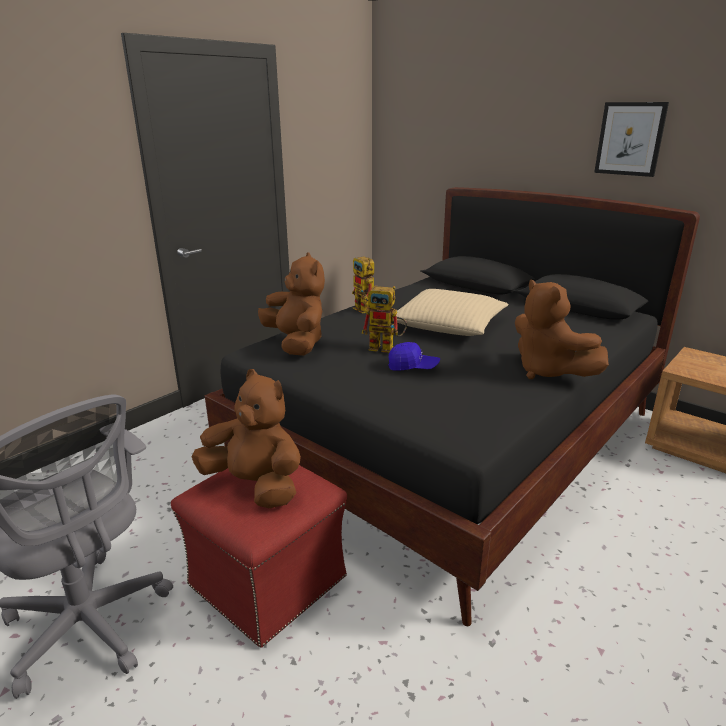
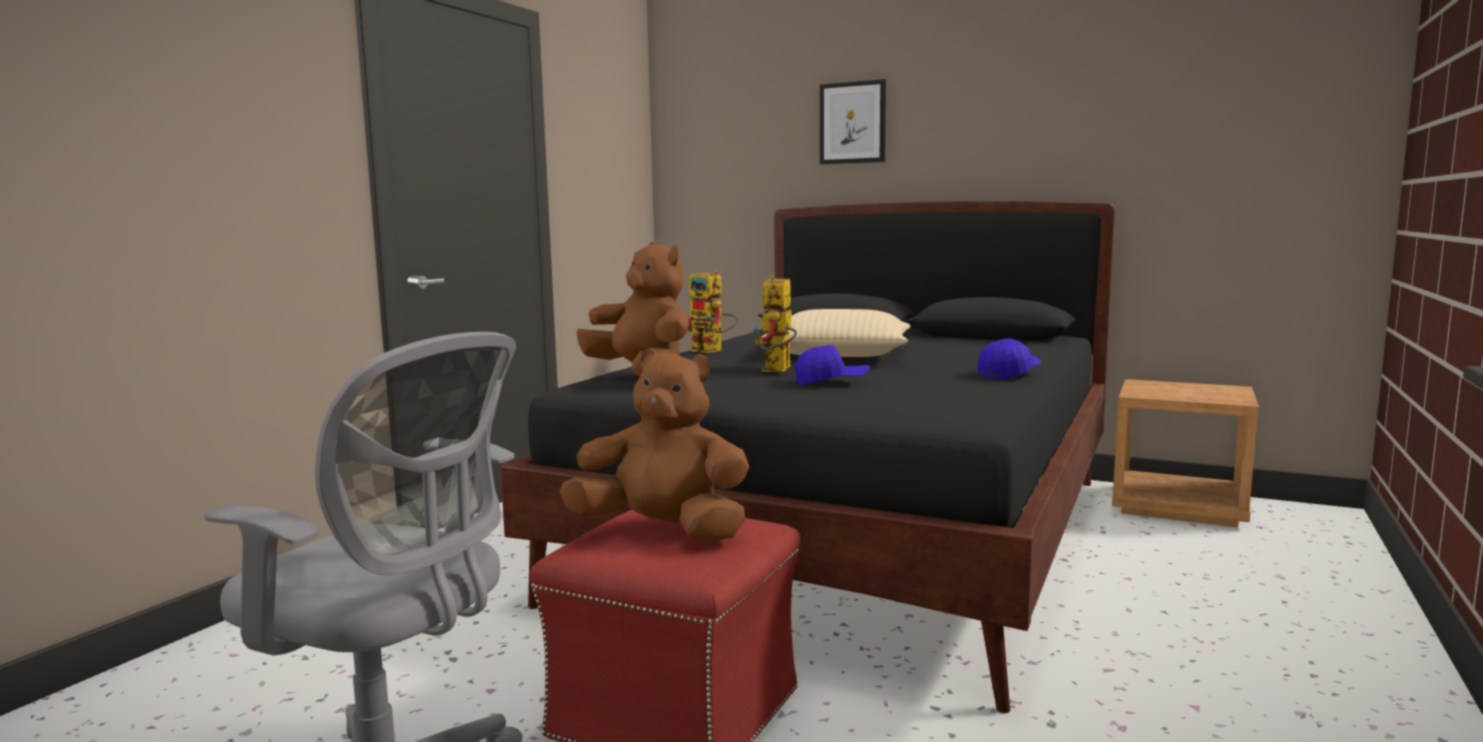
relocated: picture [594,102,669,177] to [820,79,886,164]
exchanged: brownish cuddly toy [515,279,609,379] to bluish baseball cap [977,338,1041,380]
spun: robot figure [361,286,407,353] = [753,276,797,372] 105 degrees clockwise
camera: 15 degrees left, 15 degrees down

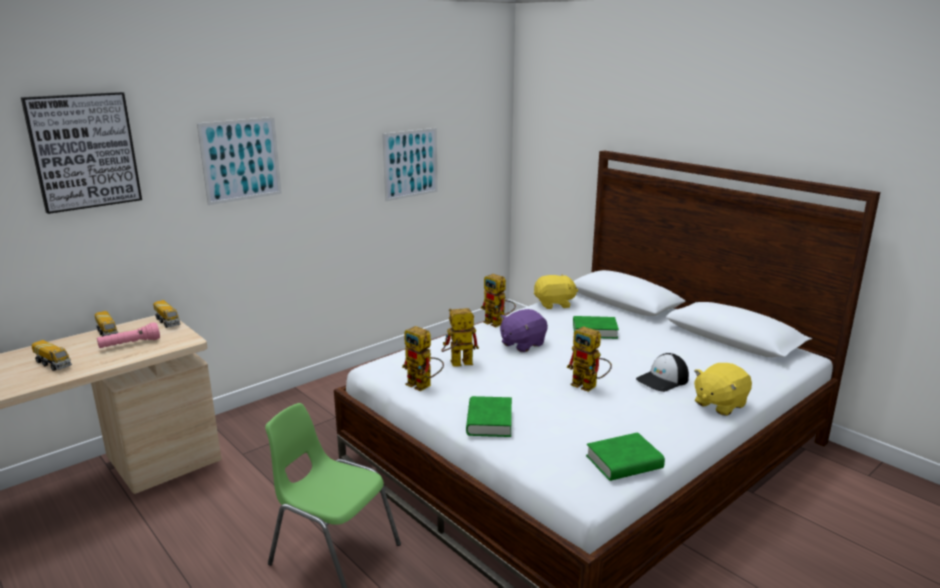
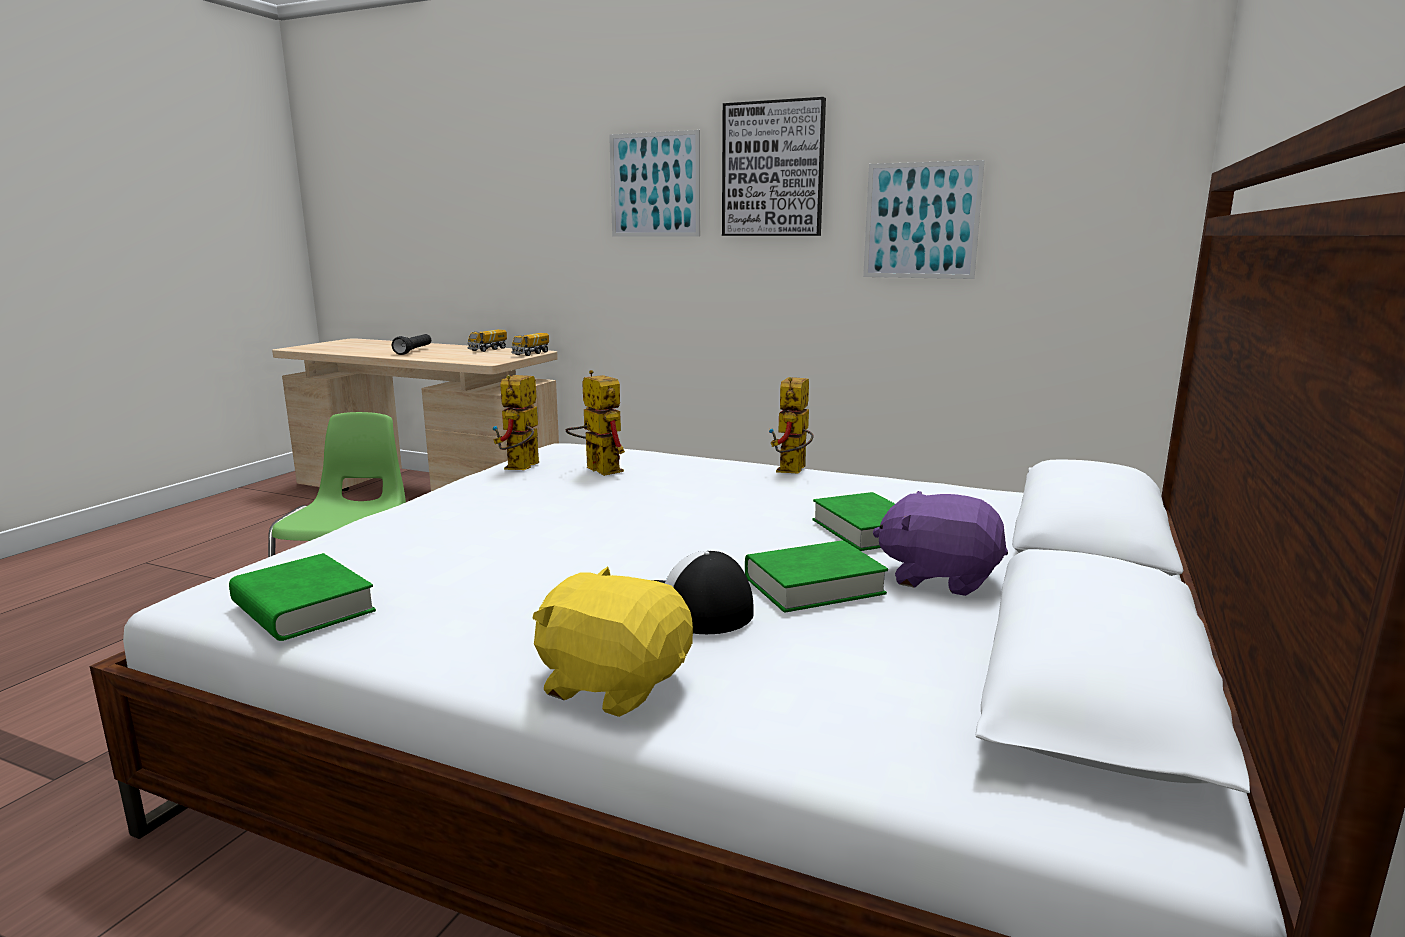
missing: yellowish cuddly toy [534,274,578,309]; pink hand torch [97,322,160,348]; robot figure [567,326,612,392]
relocated: picture [21,92,142,214] to [722,97,826,236]; purple-coloured cuddly toy [500,309,548,352] to [873,491,1008,596]; green book [466,396,512,437] to [745,540,888,613]
exchanged: toy lorry [31,340,72,371] to blackish hand torch [392,334,431,355]
camera: 65 degrees right, 5 degrees down

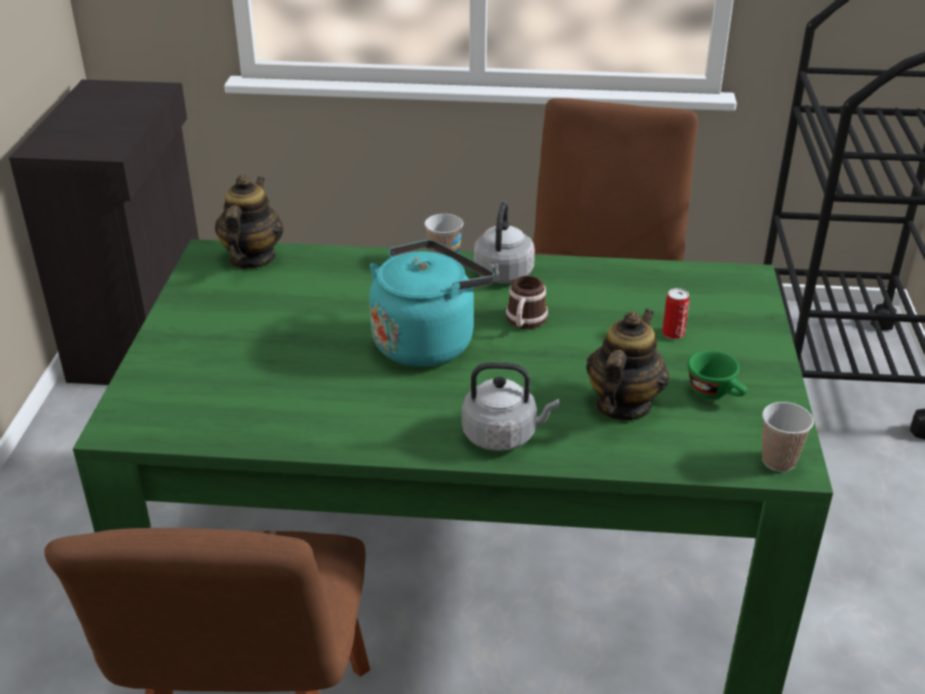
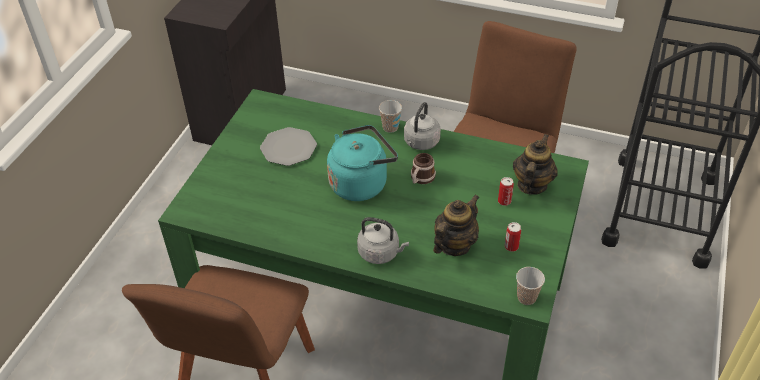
appeared: plate [260,127,317,166]
relocated: pot for tea [215,174,284,269] to [513,134,558,195]
exchanged: green cup [688,350,748,399] to metal can [505,222,521,252]
camera: 15 degrees right, 10 degrees up

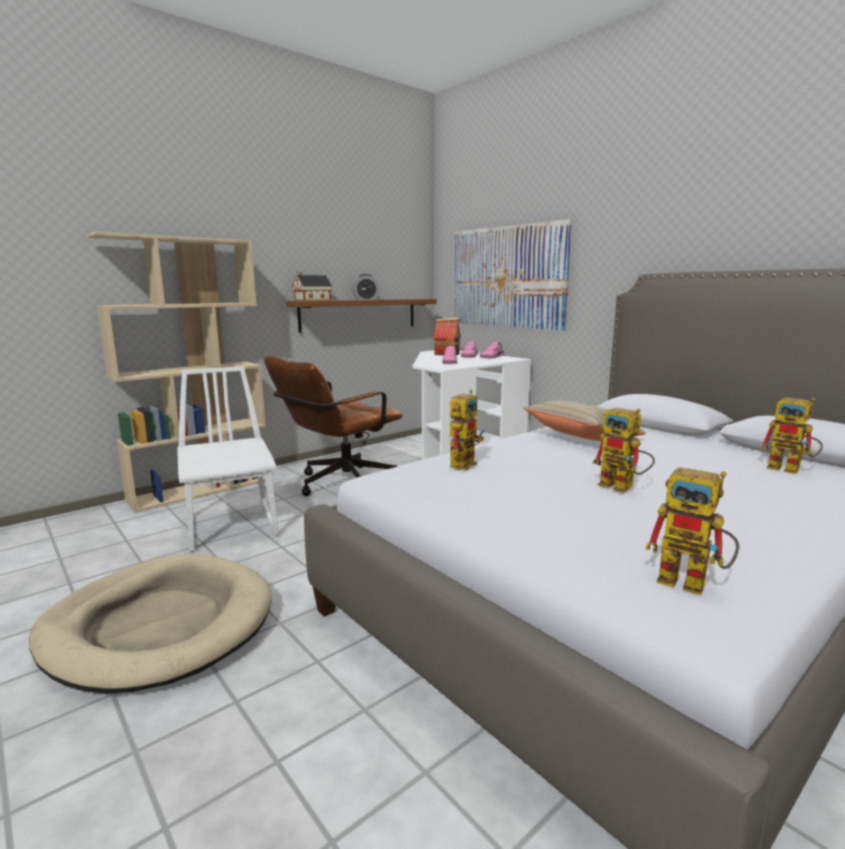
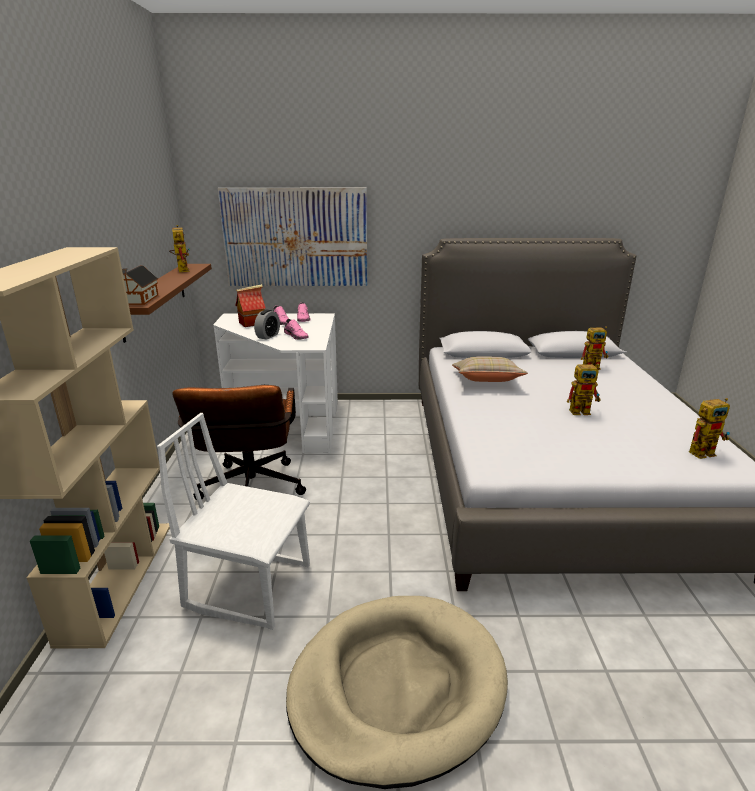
relocated: bedside clock [352,274,380,300] to [254,310,280,340]; robot figure [450,390,485,470] to [169,225,190,272]
camera: 50 degrees left, 10 degrees up

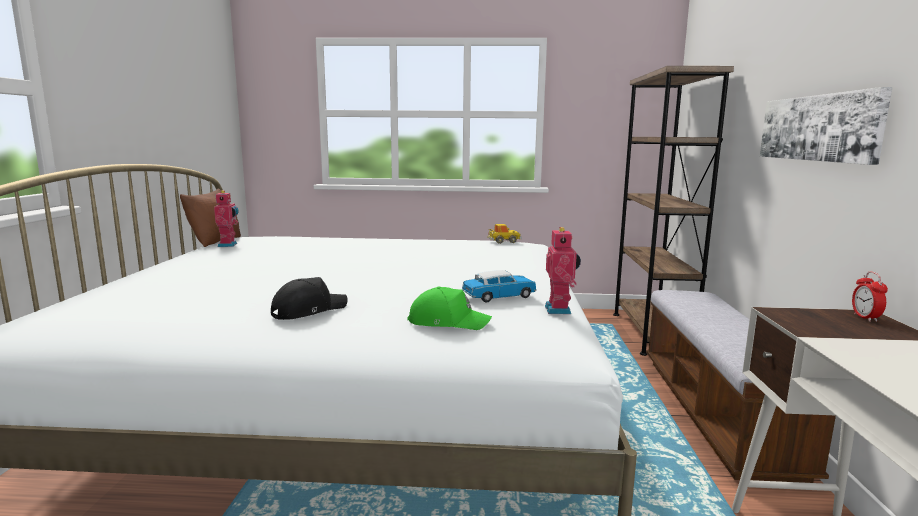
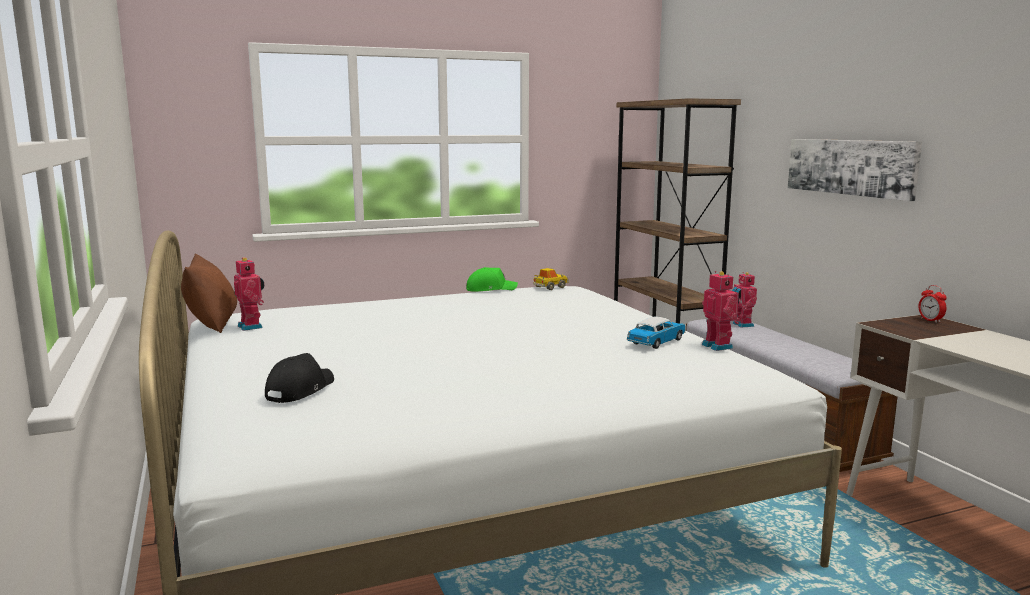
appeared: robot figure [732,272,757,328]
relocated: blackish baseball cap [271,277,348,320] to [265,353,334,403]; green baseball cap [407,287,492,330] to [466,267,518,292]
camera: 25 degrees left, 0 degrees up

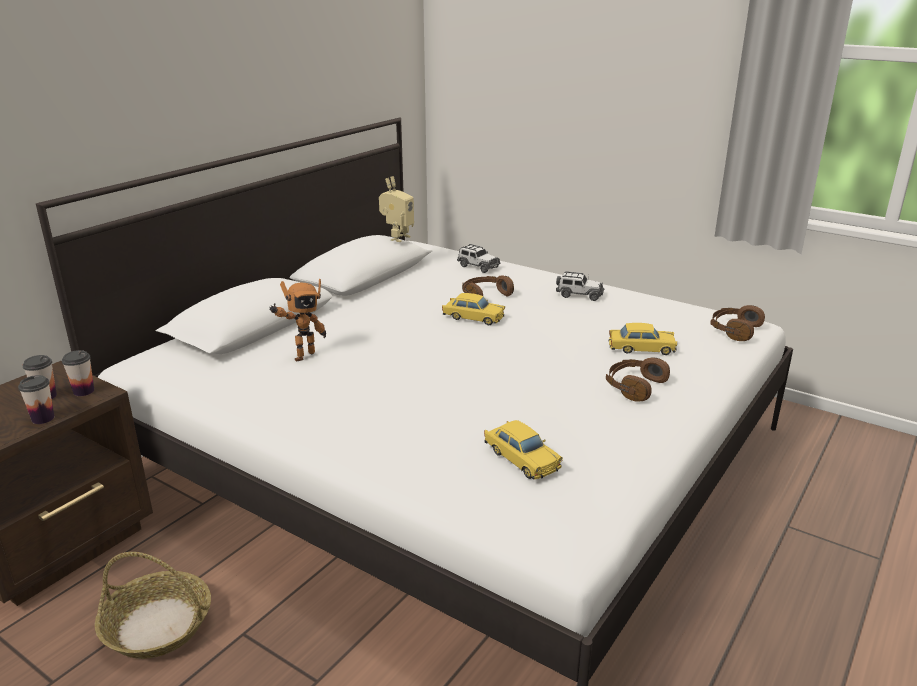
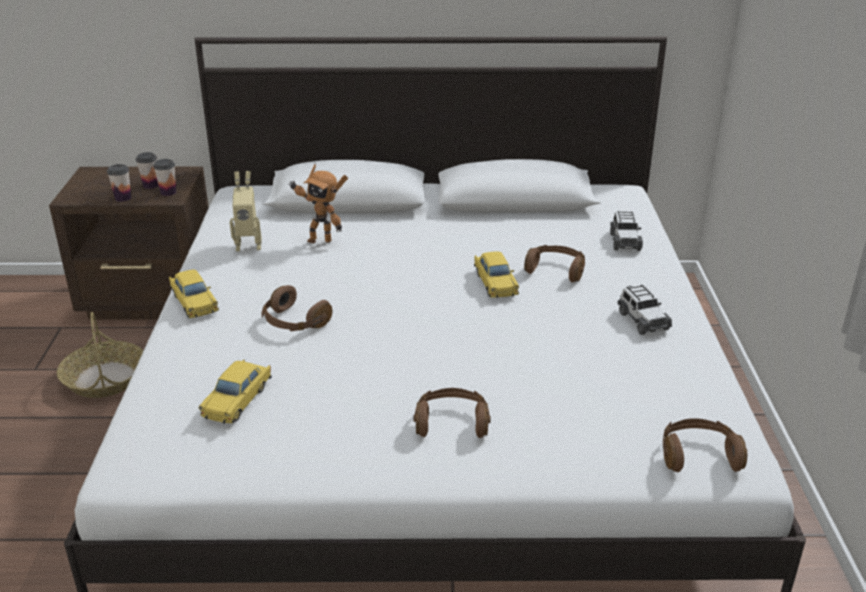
appeared: brownish pair of headphones [261,285,332,331]
relocated: robot figure [379,176,414,242] to [230,171,262,251]; yellowish miniature car [609,323,677,355] to [169,270,219,318]
camera: 55 degrees right, 5 degrees up

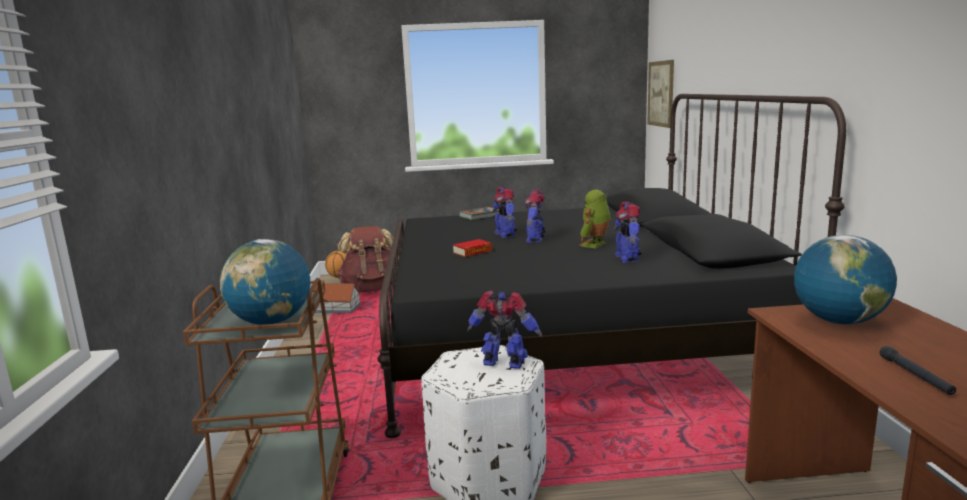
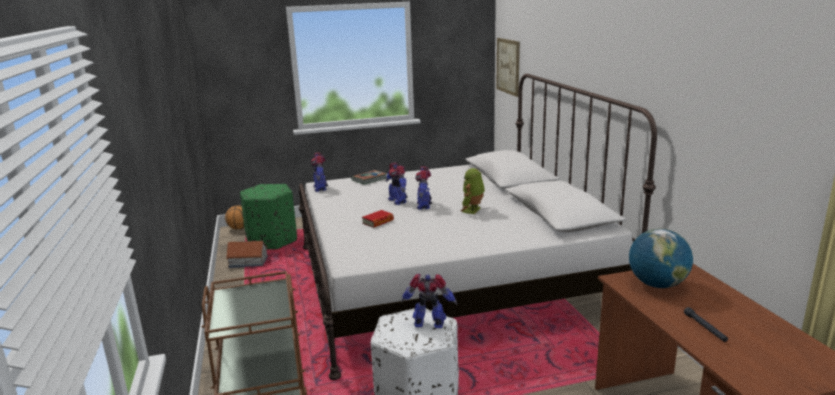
missing: globe [220,239,310,325]
relocated: robot figure [614,201,642,263] to [311,153,328,192]
exchanged: brownish rucksack [337,226,397,292] to green pouffe [240,184,297,249]
colour: blackish sleeping bed [378,94,846,438] to white-coloured sleeping bed [299,74,657,380]
camera: 10 degrees left, 5 degrees up

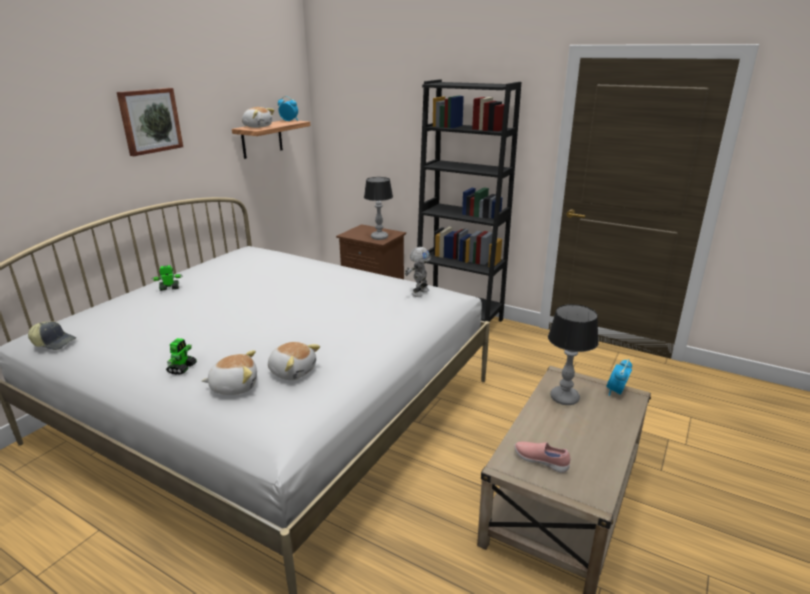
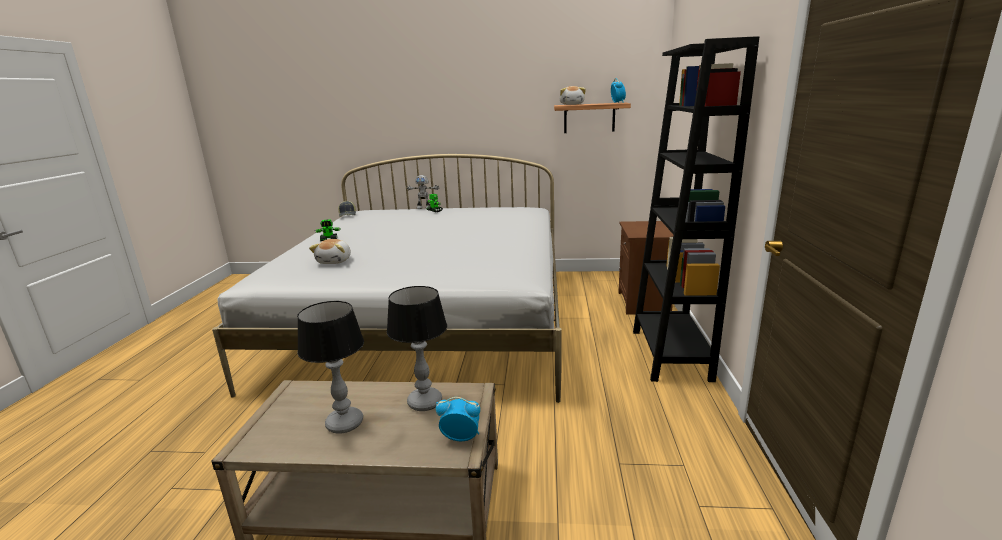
missing: picture [117,88,183,156]; cuddly toy [202,350,257,395]; pink item of footwear [514,442,571,473]
relocated: tabletop lamp [364,177,393,240] to [297,301,364,434]; robot figure [405,247,432,297] to [406,175,439,209]
camera: 65 degrees right, 5 degrees down

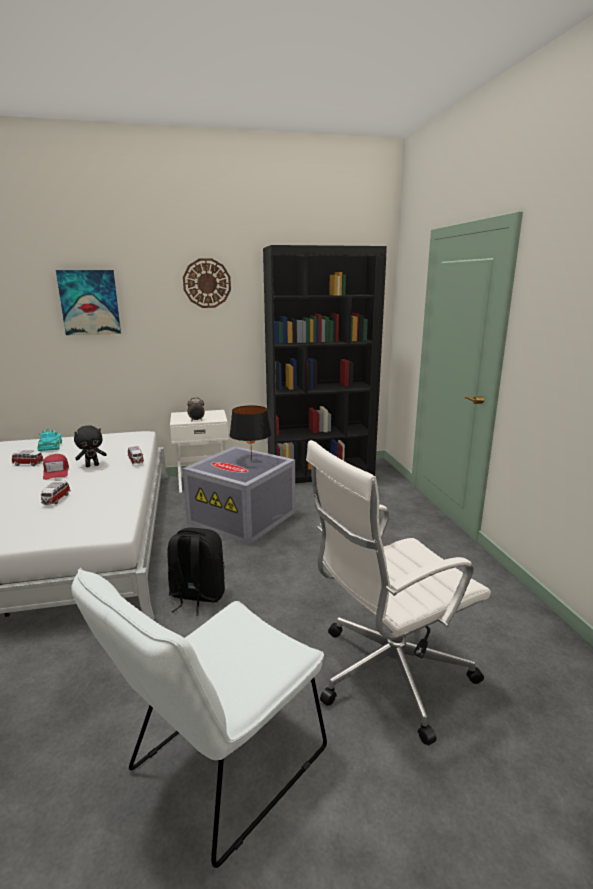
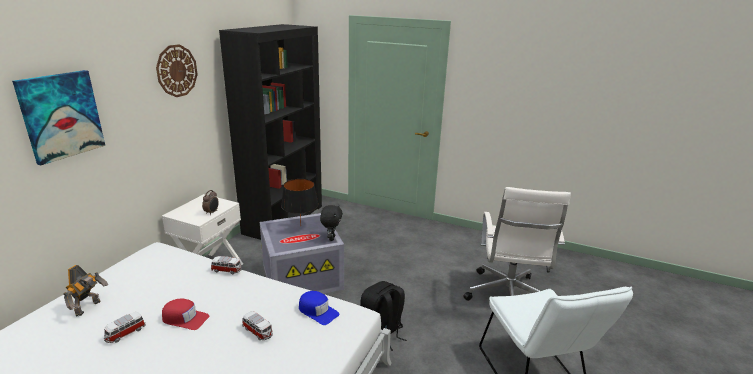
appeared: bluish baseball cap [299,291,340,325]
relocated: blackish cuddly toy [74,425,107,467] to [320,204,343,241]
exchanged: turquoise miniature car [37,429,62,451] to robot figure [63,265,108,316]
camera: 55 degrees left, 5 degrees up

